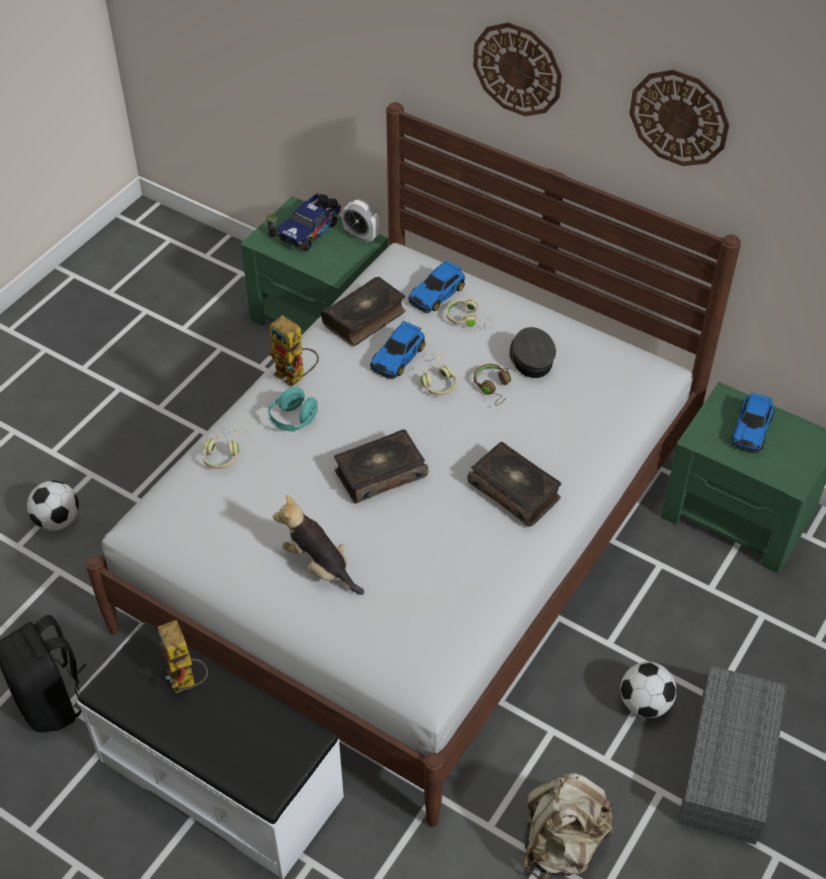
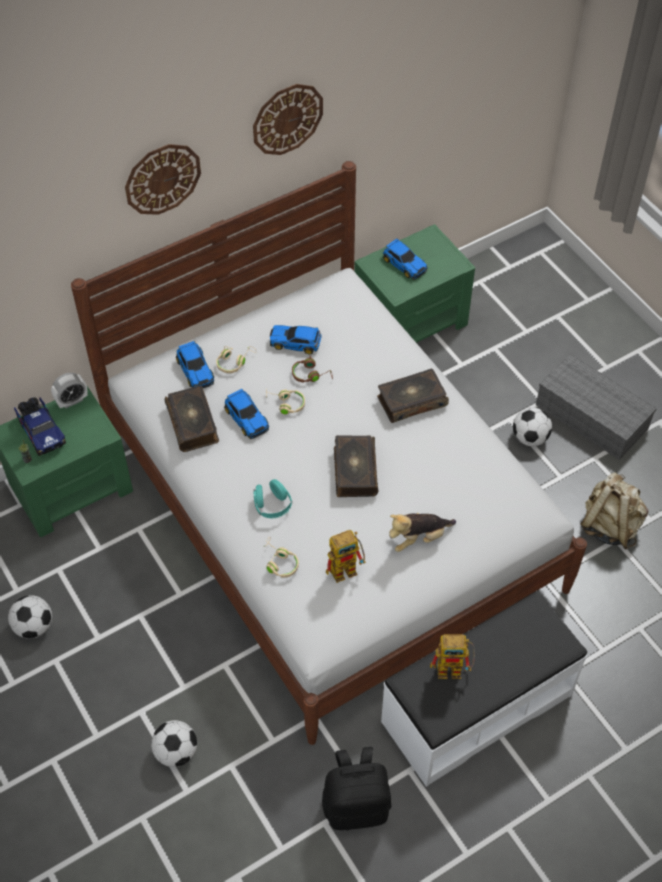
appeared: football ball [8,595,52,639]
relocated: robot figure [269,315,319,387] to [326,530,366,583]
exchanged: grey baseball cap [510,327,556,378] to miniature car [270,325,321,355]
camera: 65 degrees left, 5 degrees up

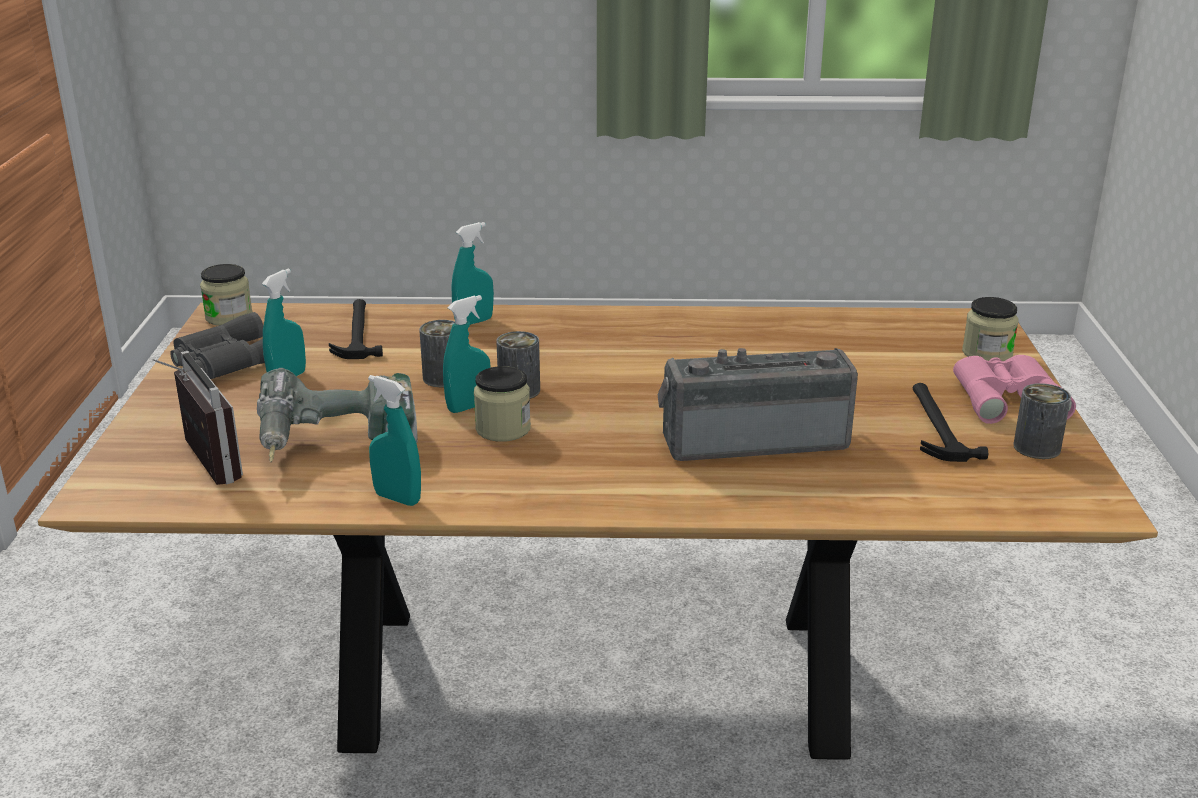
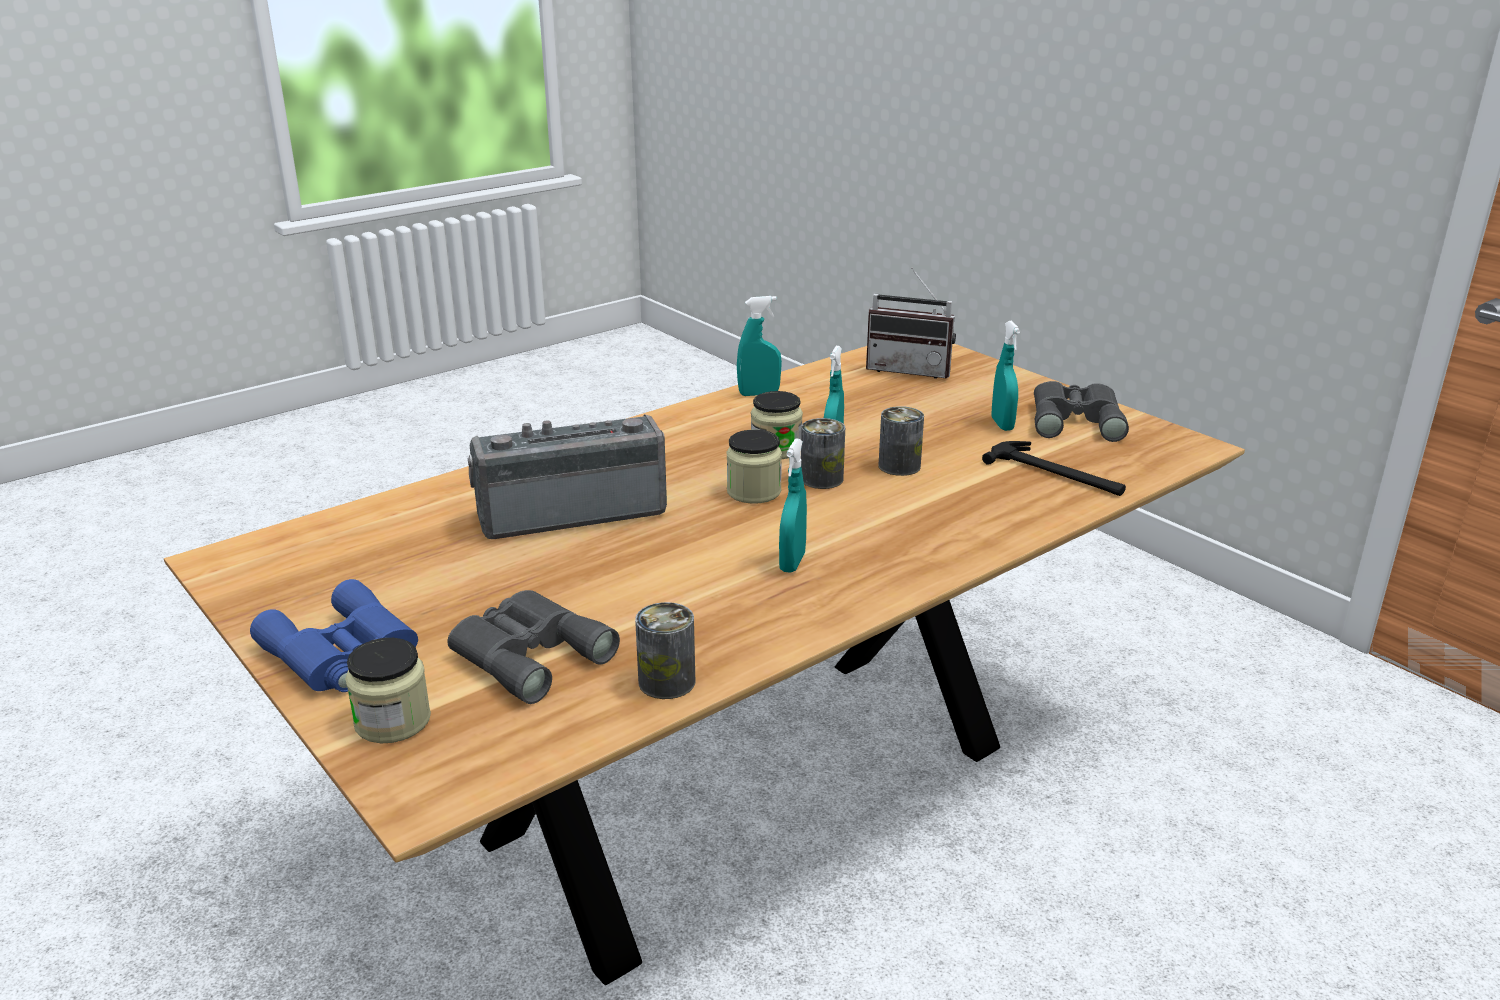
missing: drill [257,368,418,463]; tool hammer [913,383,988,462]
appeared: grey pair of binoculars [447,590,620,704]
relocated: turquoise sprayer [452,222,494,325] to [779,438,807,573]; jar [200,264,252,326] to [726,429,782,504]; metal can [1013,383,1071,459] to [635,602,695,699]
colour: pink pair of binoculars [953,355,1076,424] to bluish pair of binoculars [250,579,418,692]
spun: radio [658,348,858,461] = [468,415,667,539] 150 degrees counterclockwise
camera: 140 degrees right, 0 degrees up

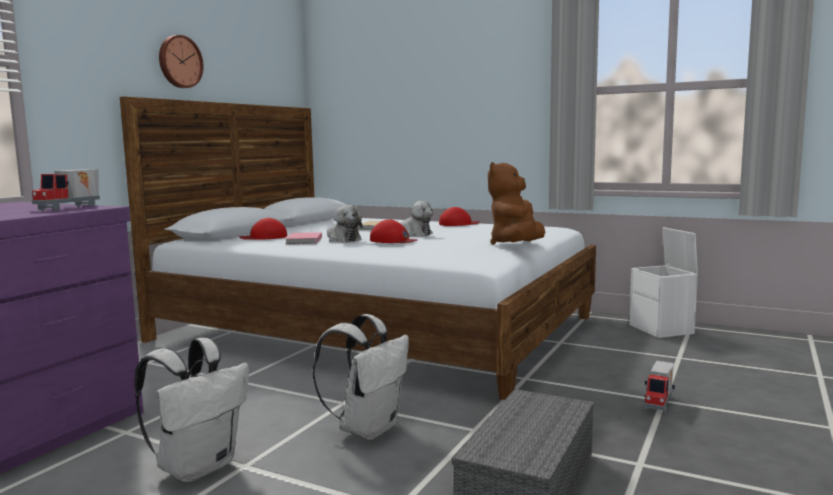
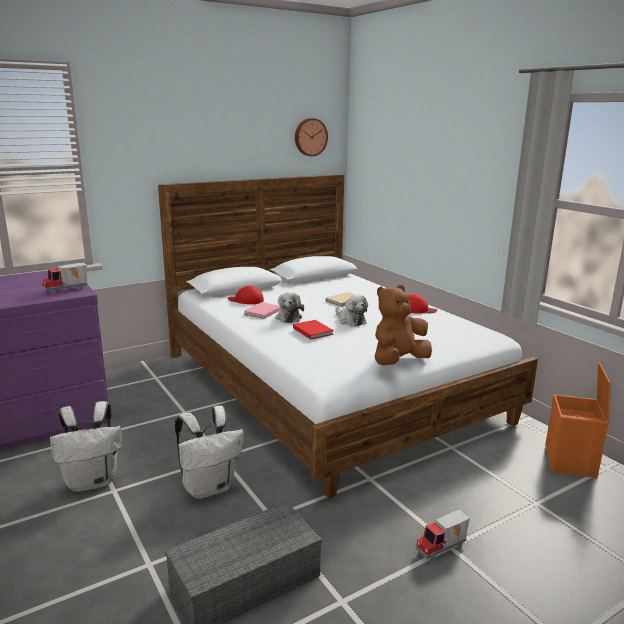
relocated: clock on the wall [159,35,204,88] to [295,118,328,156]
exchanged: red baseball cap [370,219,417,243] to red book [293,320,334,339]
colour: white-coloured storage box [629,227,698,338] to orange-coloured storage box [545,362,611,478]
camera: 30 degrees right, 10 degrees up

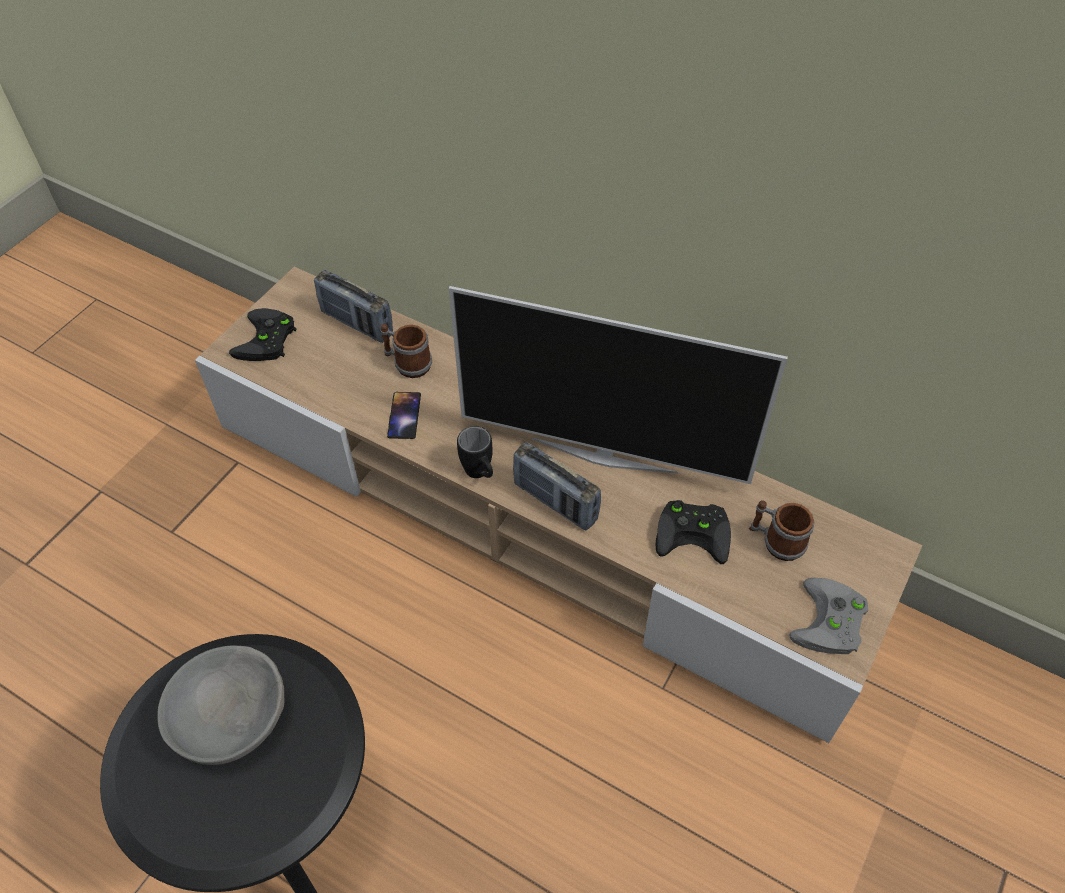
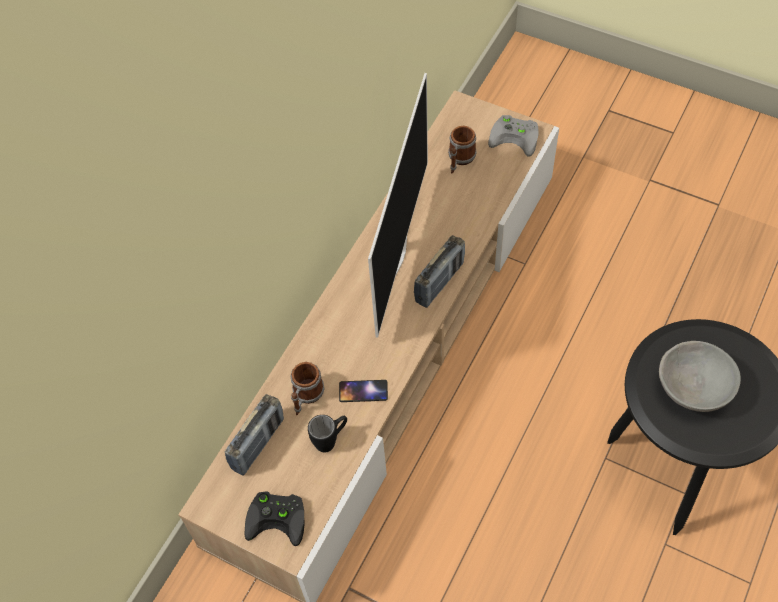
missing: blackish game controller [656,500,731,564]
relocated: blackish tea mug [457,426,493,478] to [308,415,347,452]
camera: 90 degrees left, 5 degrees up

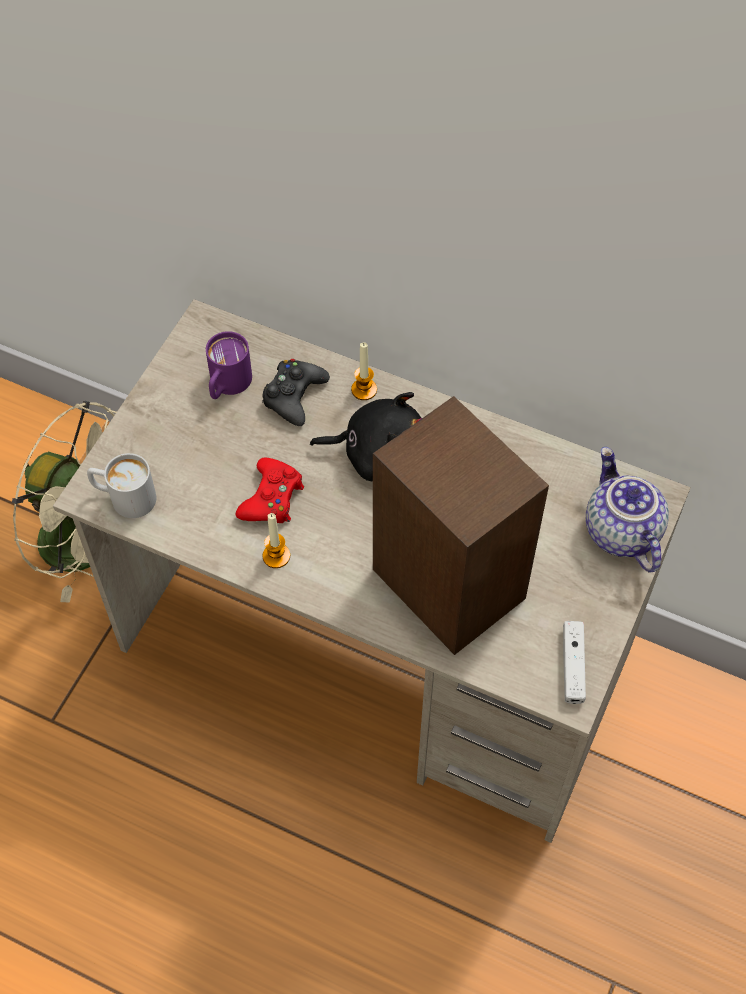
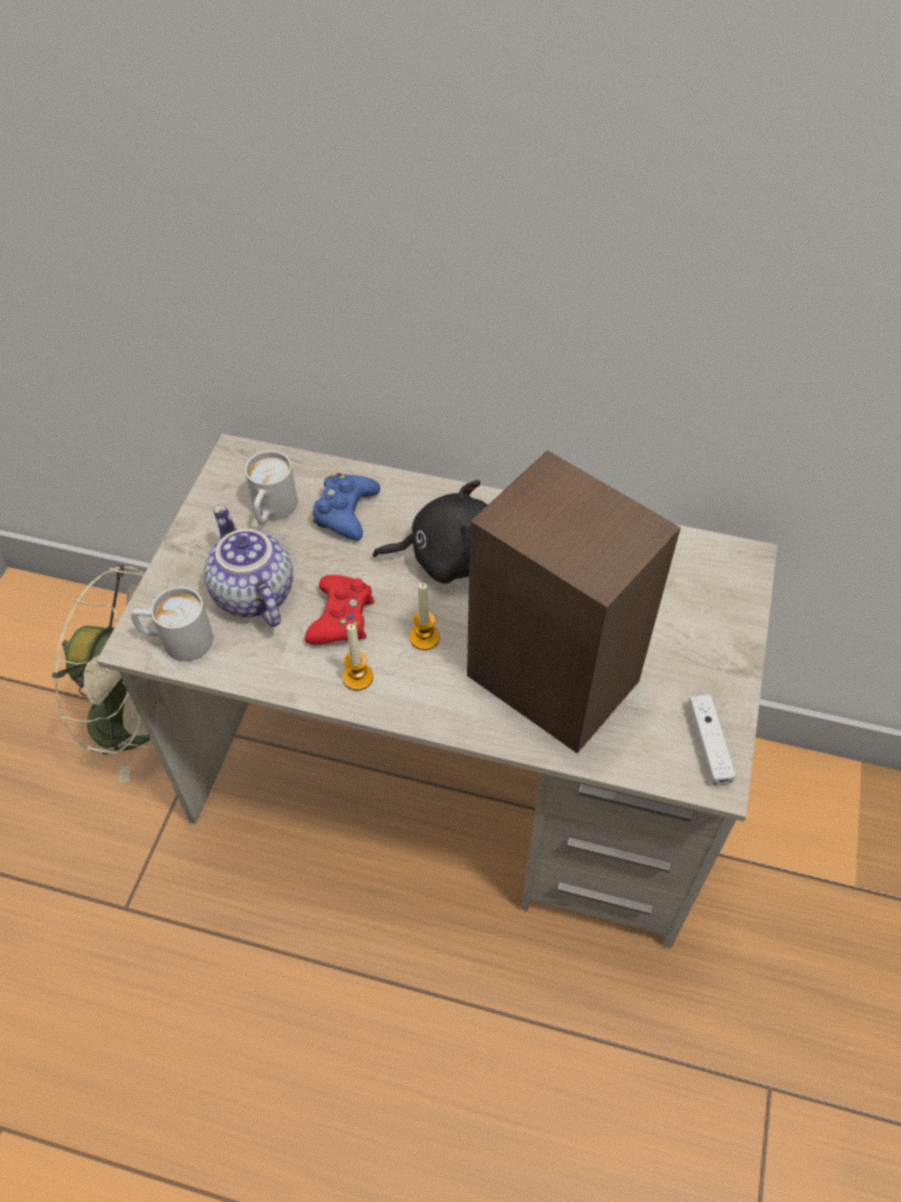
relocated: candle [351,342,377,400] to [410,583,440,650]; pot for tea [586,447,669,573] to [204,505,293,627]
colour: purple-coloured tea mug [206,331,252,399] to white-coloured tea mug [245,451,298,525]; blackish game controller [262,359,330,426] to bluish game controller [313,473,380,540]
camera: 10 degrees left, 5 degrees down

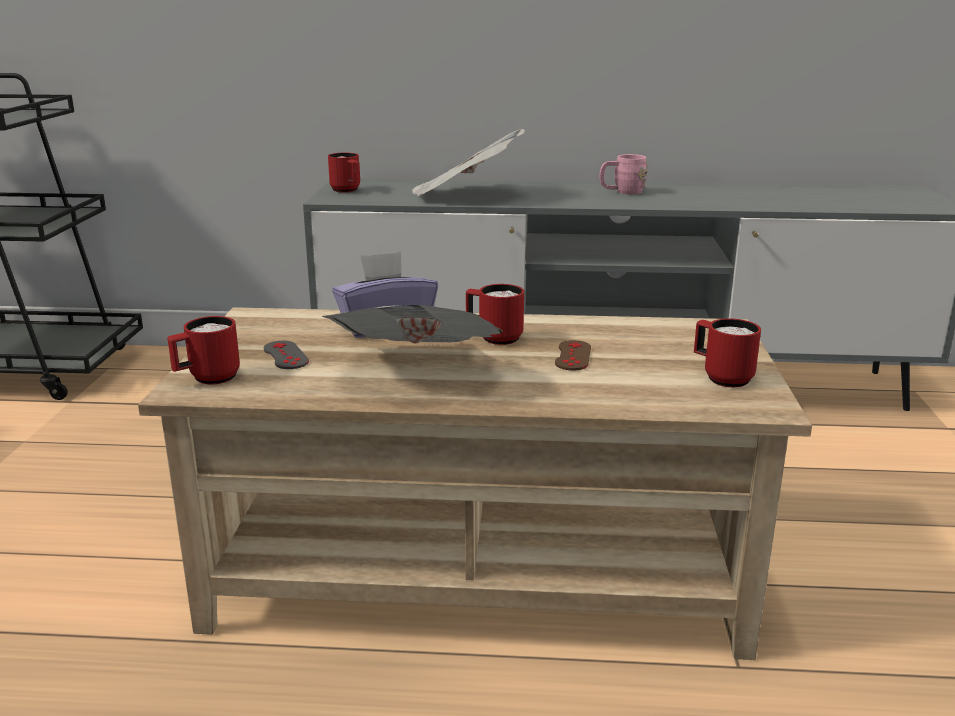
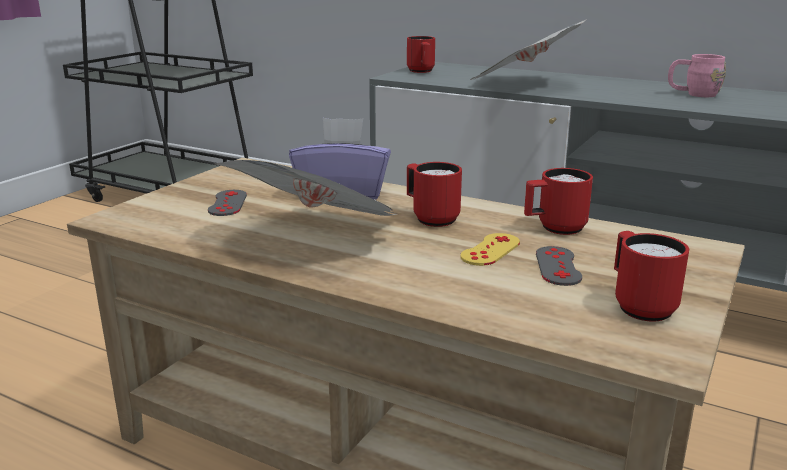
appeared: grey game controller [536,246,582,286]
relocated: red tea mug [167,316,240,384] to [524,168,593,235]
colour: brownish game controller [555,340,591,370] to yellowish game controller [460,233,520,266]
camera: 25 degrees right, 0 degrees up

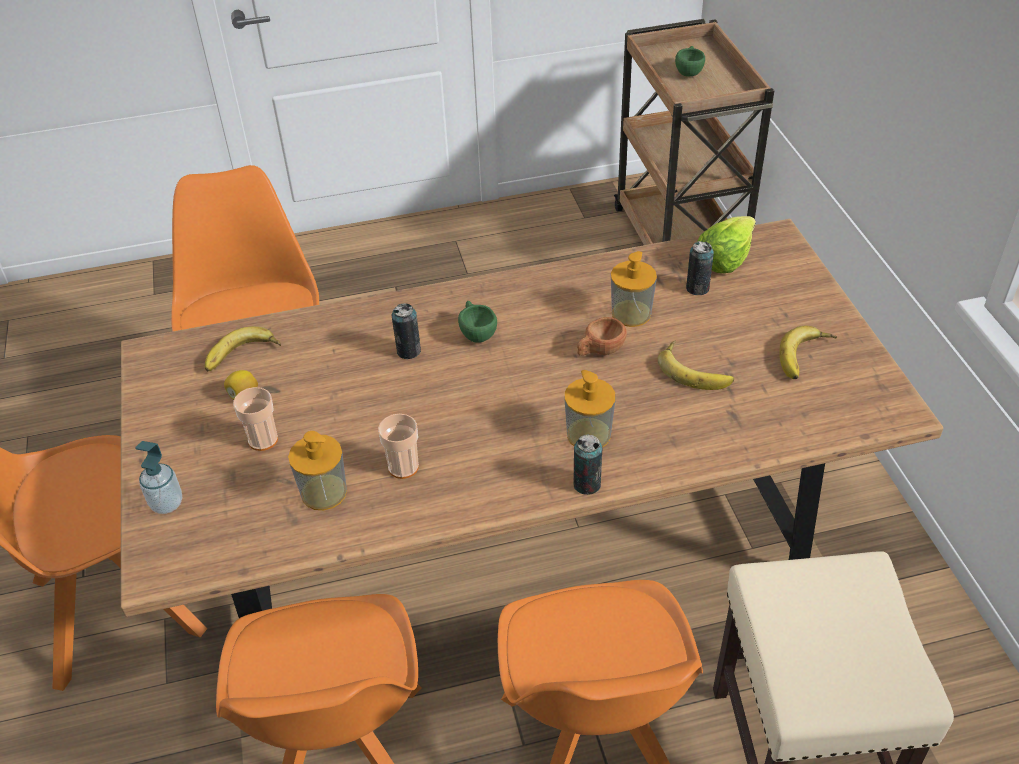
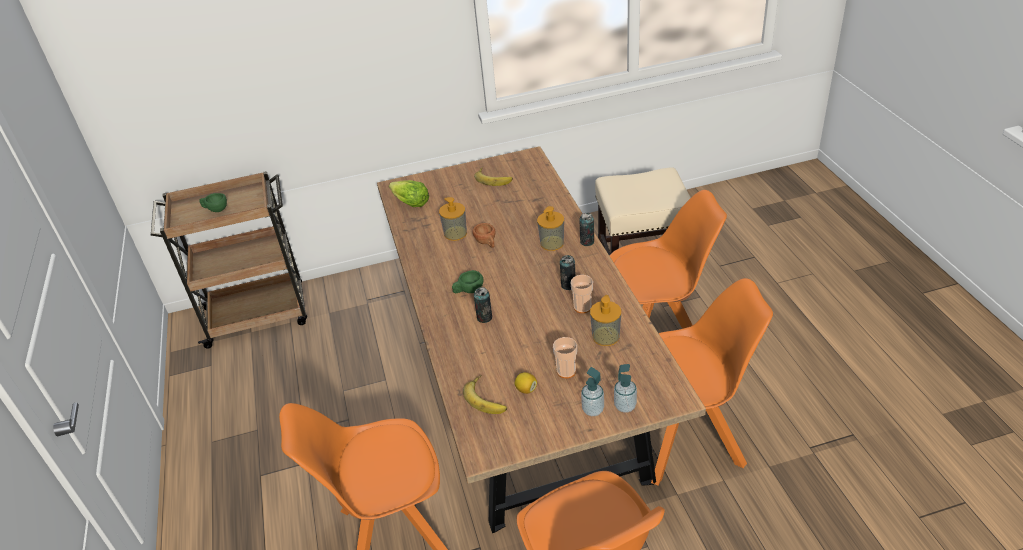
missing: banana fruit [657,340,734,390]
appeared: liquid soap bottle [581,367,604,416]
relocated: metal can [686,241,714,295] to [560,255,576,290]
camera: 90 degrees left, 5 degrees down

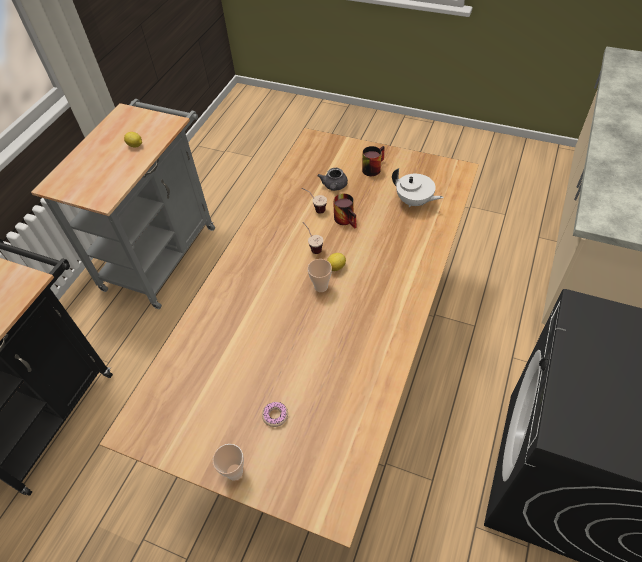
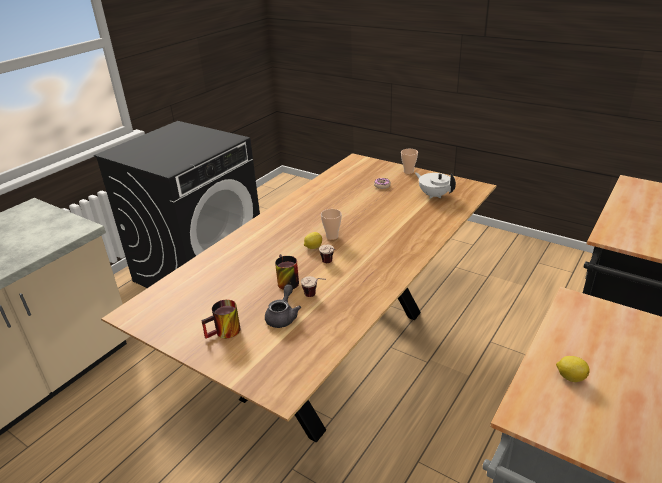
relocated: white-coloured pot for tea [392,168,444,207] to [415,172,456,198]
camera: 170 degrees left, 20 degrees down

